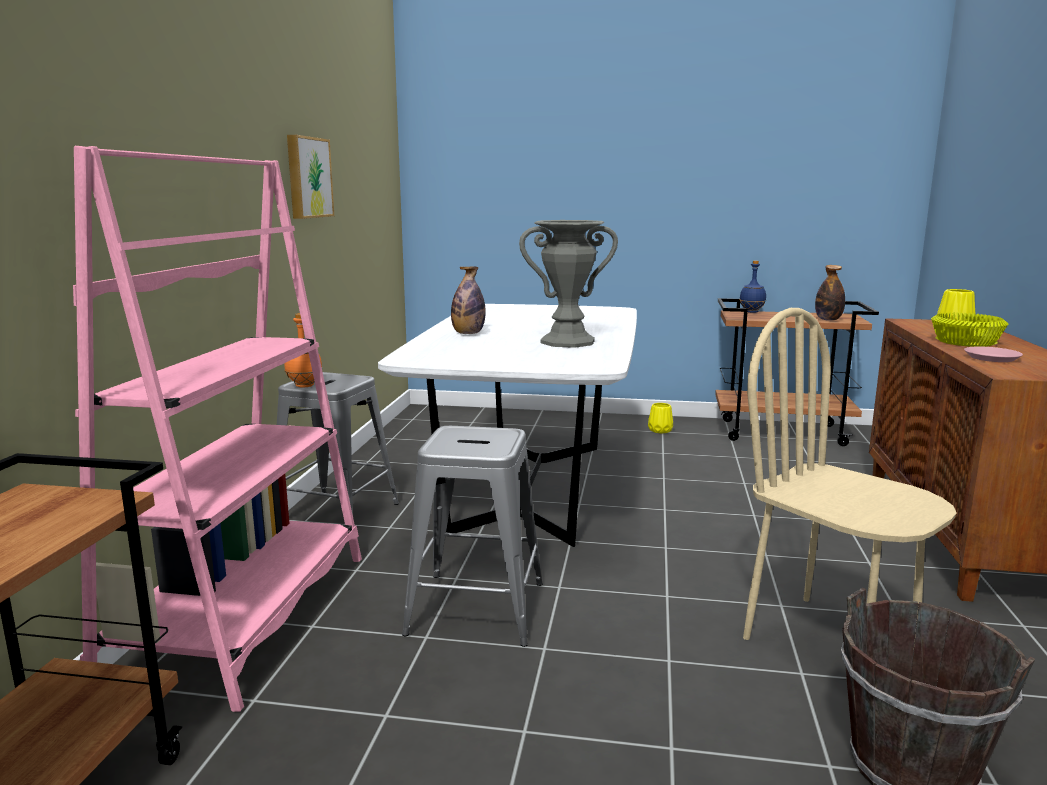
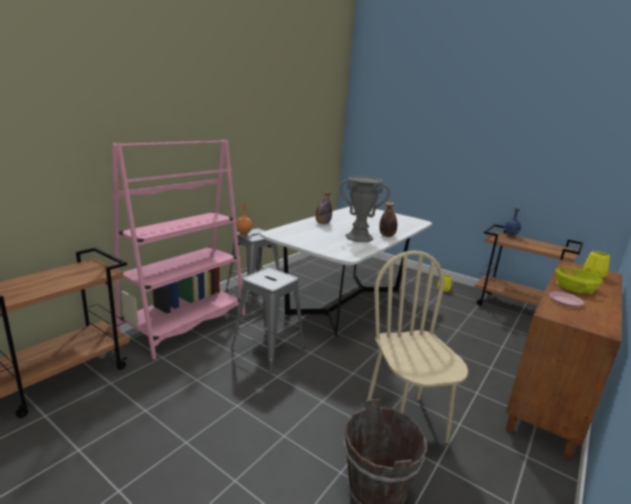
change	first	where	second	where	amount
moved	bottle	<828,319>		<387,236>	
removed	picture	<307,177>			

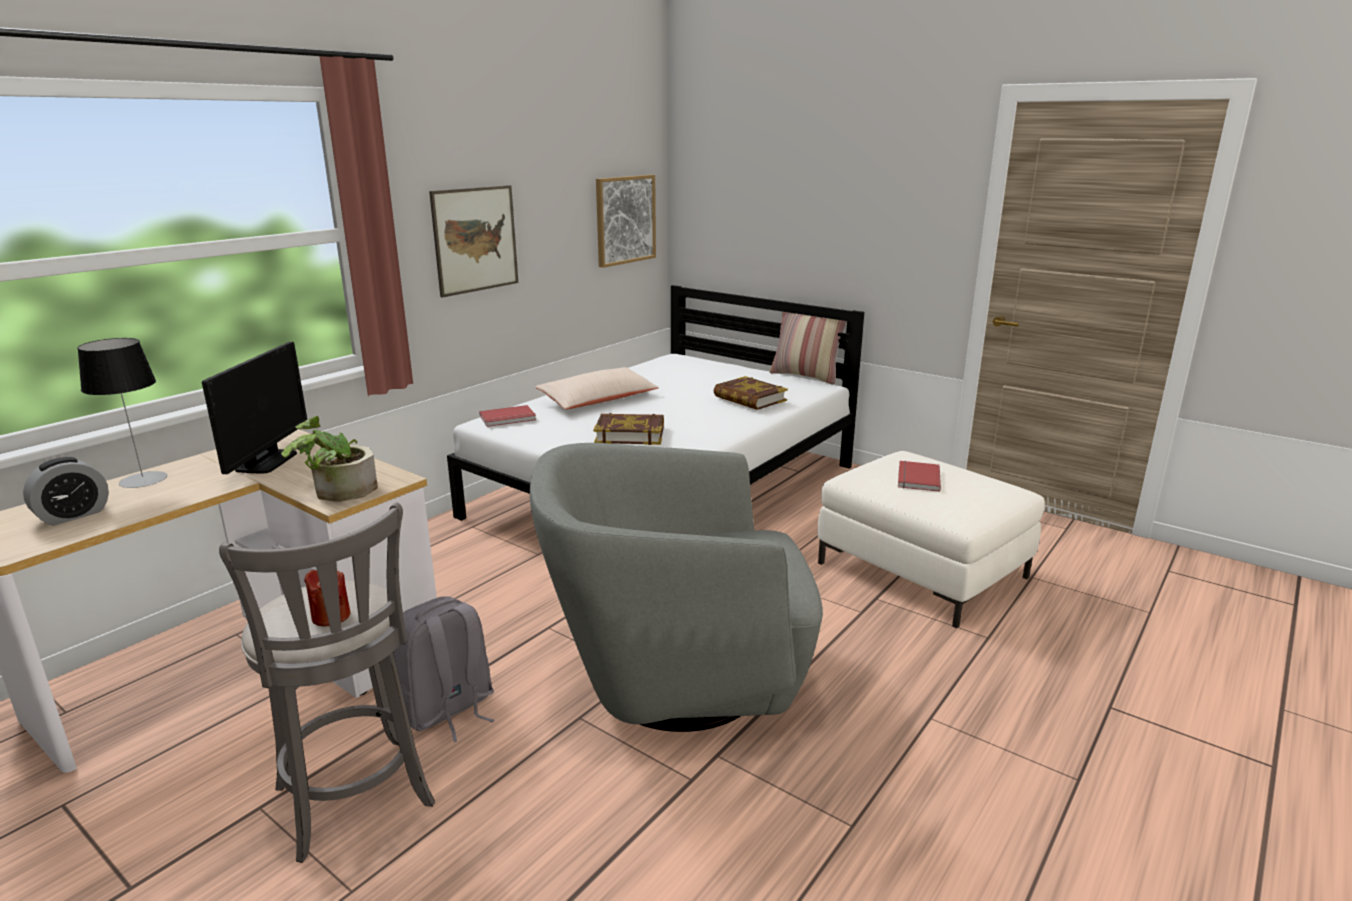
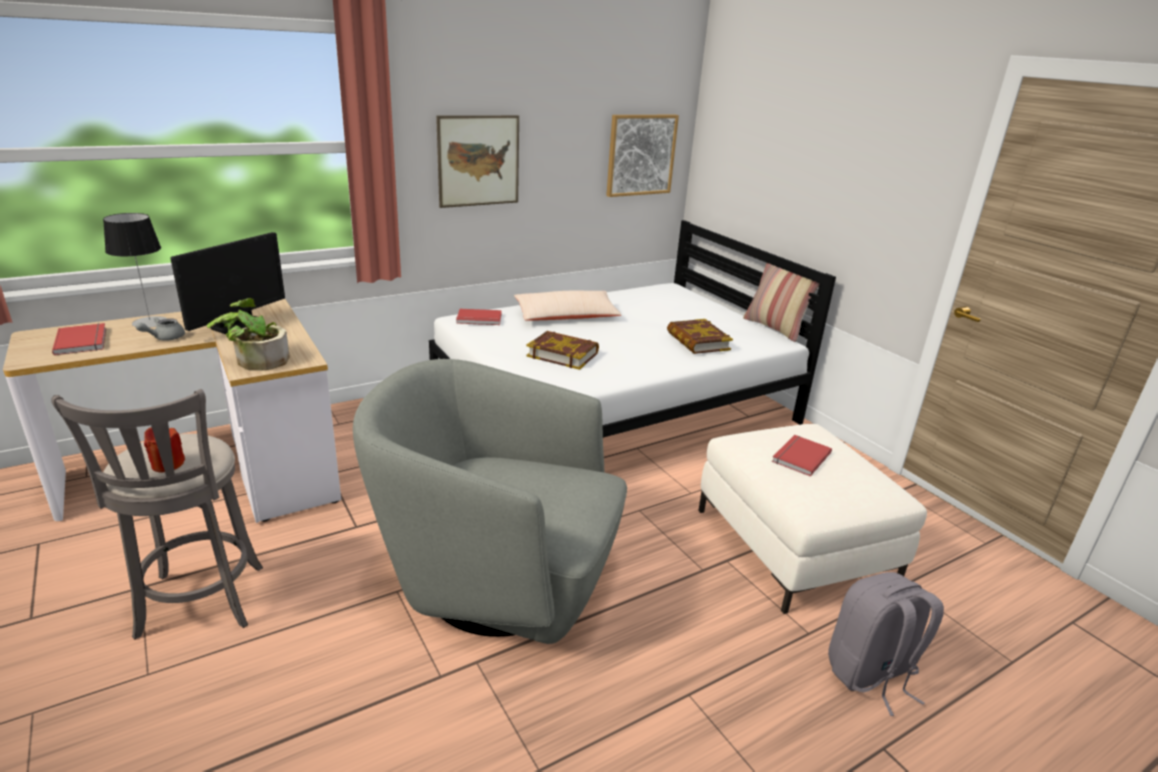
change	first	where	second	where	amount
replaced	alarm clock	<73,515>	book (red)	<83,341>	
added			teapot (grey)	<164,338>	
moved	backpack (grey)	<448,710>		<870,674>	

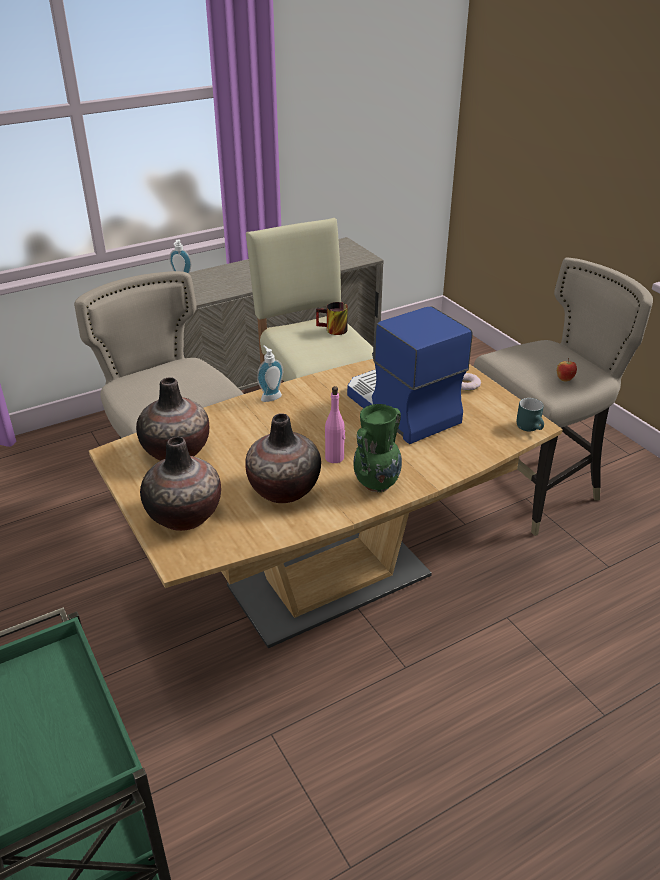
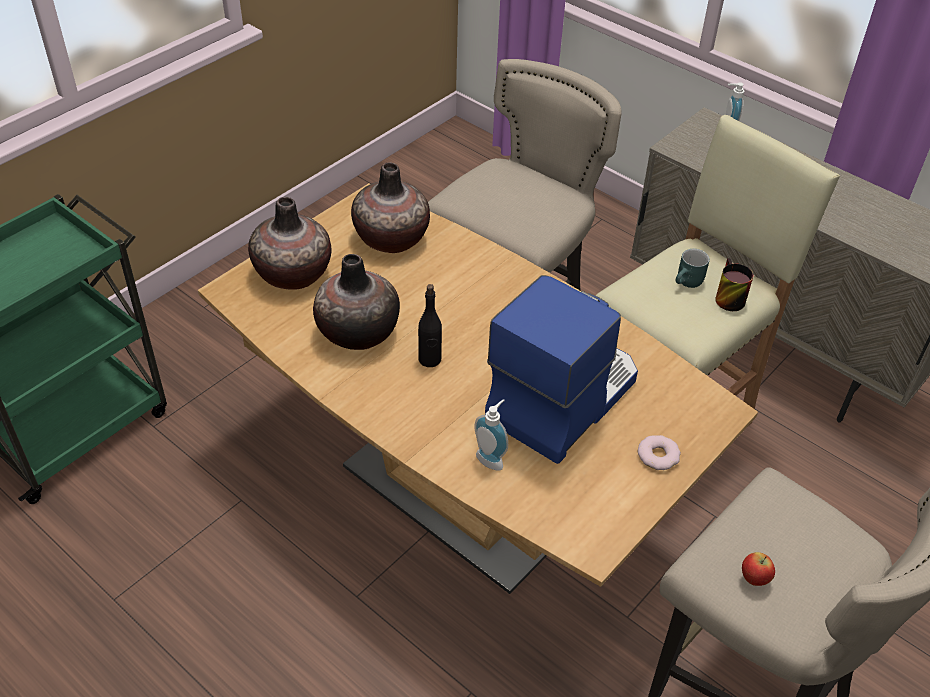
change	first	where	second	where	amount
recoloured	bottle (pink)	<335,458>	bottle (black)	<430,359>	
moved	soap dispenser	<270,396>		<492,458>	
moved	mug (turquoise)	<531,427>		<688,283>	
removed	vase (green)	<375,484>			

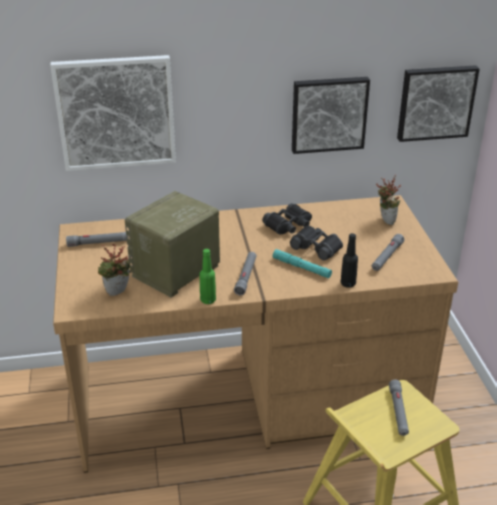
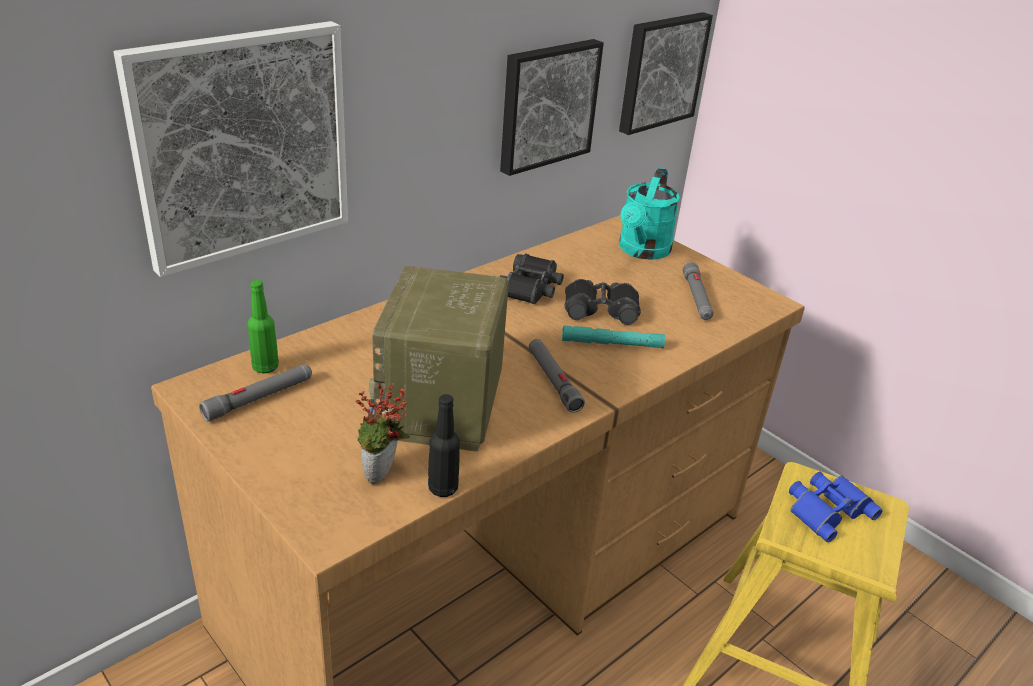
change	first	where	second	where	amount
moved	bottle (green)	<208,300>		<265,367>	
moved	bottle (black)	<348,284>		<442,488>	
replaced	potted plant	<385,221>	watering can (turquoise)	<642,251>	
replaced	flashlight (grey)	<398,412>	binoculars (blue)	<827,509>	

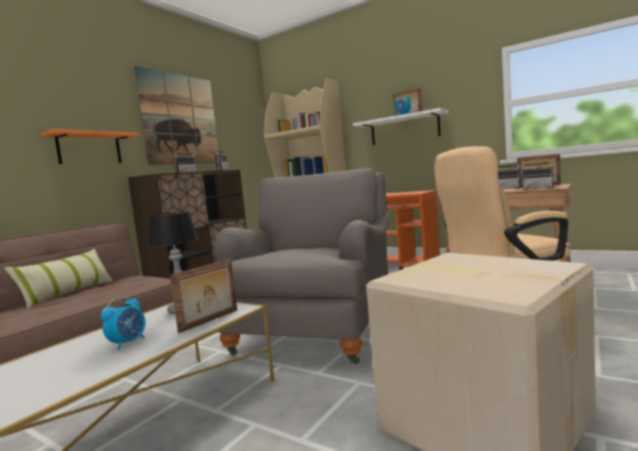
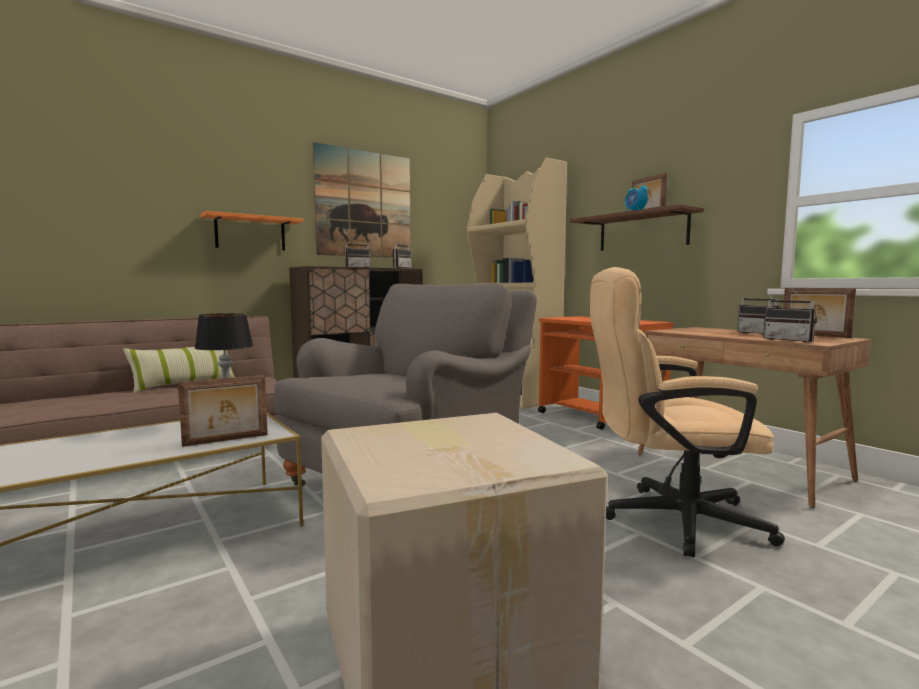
change	first	where	second	where	amount
recoloured	shelf (white)	<404,129>	shelf (brown)	<642,231>	
removed	alarm clock	<128,343>			

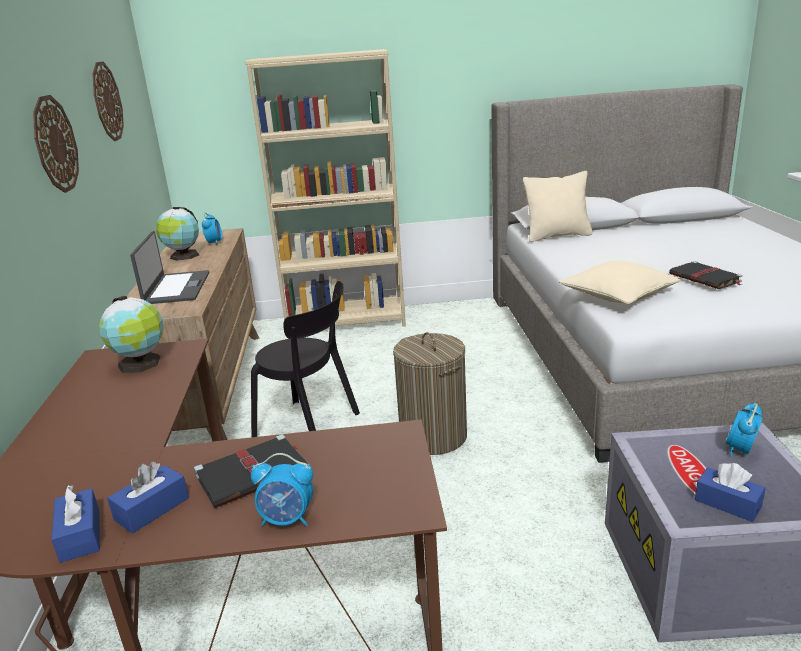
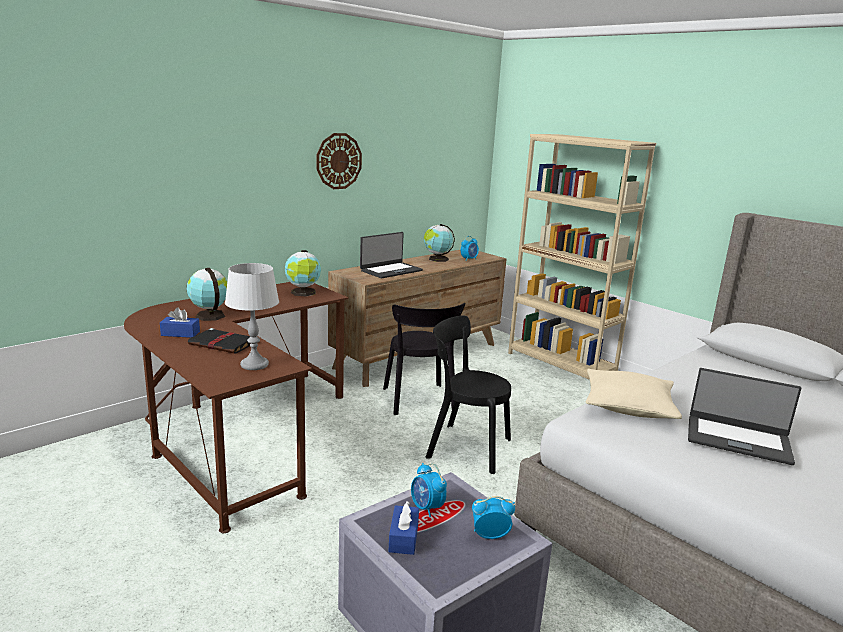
change	first	where	second	where	amount
added			globe	<209,315>	
added			table lamp (grey)	<255,365>	
moved	alarm clock	<287,519>		<427,508>	
replaced	laundry basket	<433,436>	chair (black)	<464,447>	
replaced	book (black)	<706,278>	laptop	<738,439>	
removed	tissue box (blue)	<80,535>			
removed	wall clock	<107,101>			
removed	pillow (beige)	<557,236>			

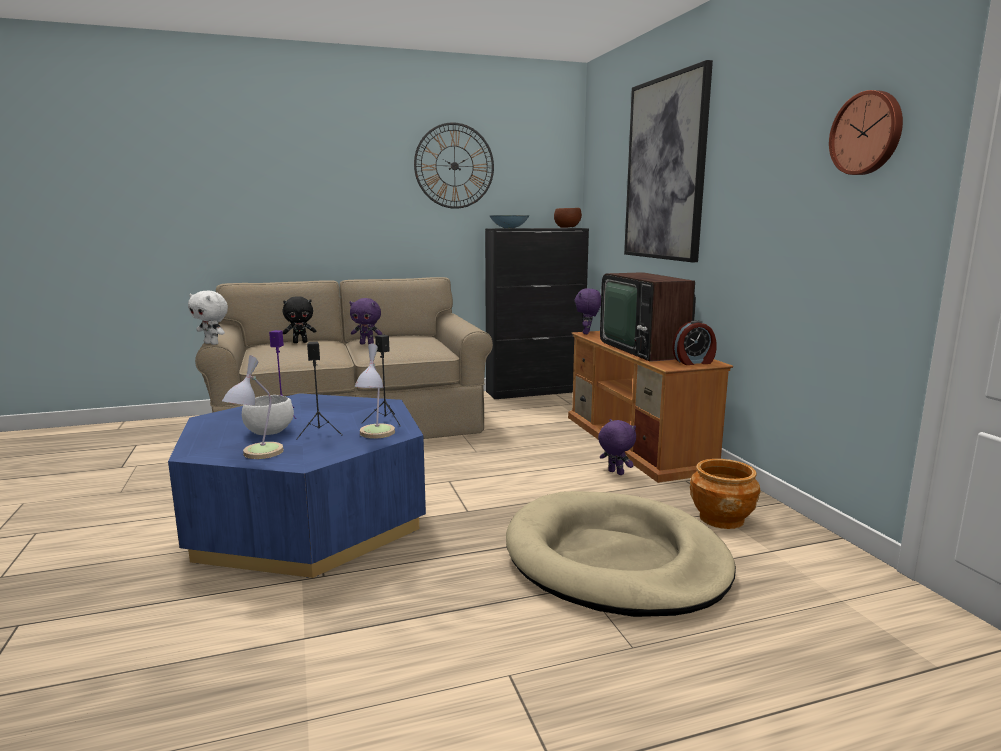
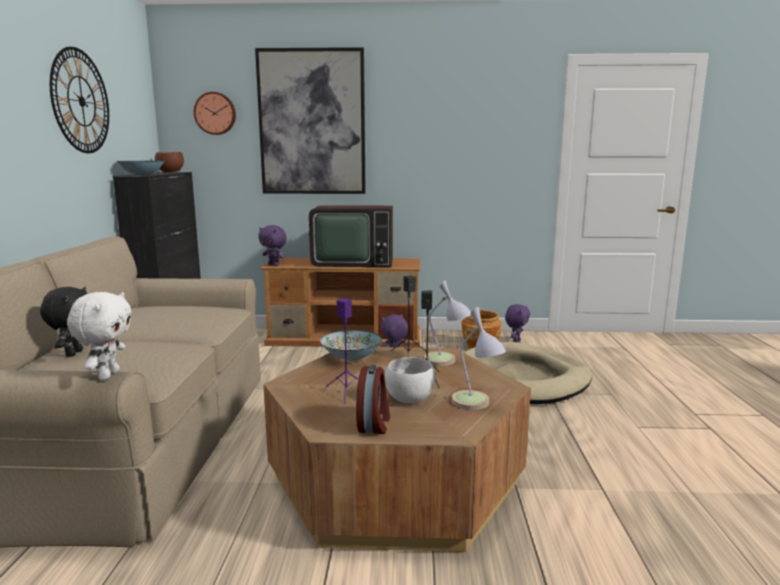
change	first	where	second	where	amount
turned	plush toy (white)	<212,343>		<107,375>	45 degrees counterclockwise
moved	wall clock	<867,133>		<215,113>	
recoloured	coffee table (blue)	<309,518>	coffee table (brown)	<395,479>	
added			bowl	<351,357>	
moved	alarm clock	<694,362>		<374,424>	
moved	plush toy (purple)	<367,344>		<516,342>	

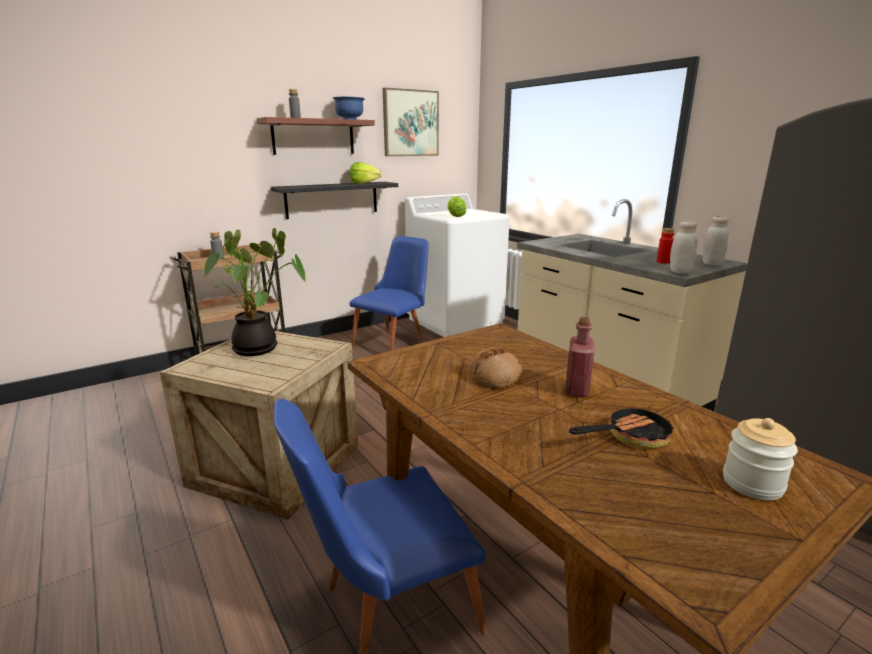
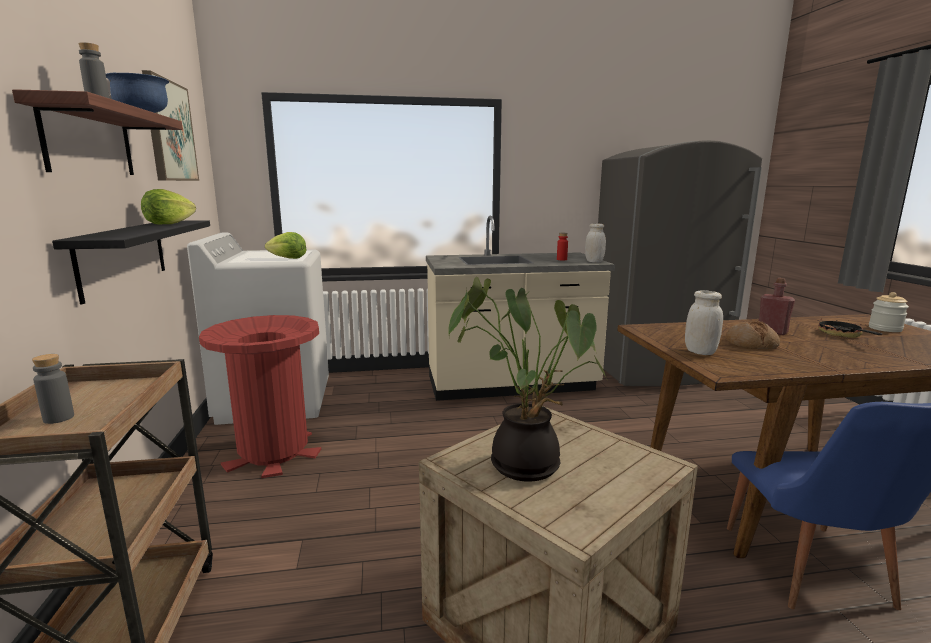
change	first	where	second	where	amount
replaced	chair (blue)	<394,342>	trash can (red)	<274,452>	
moved	jar (white)	<711,263>		<700,352>	

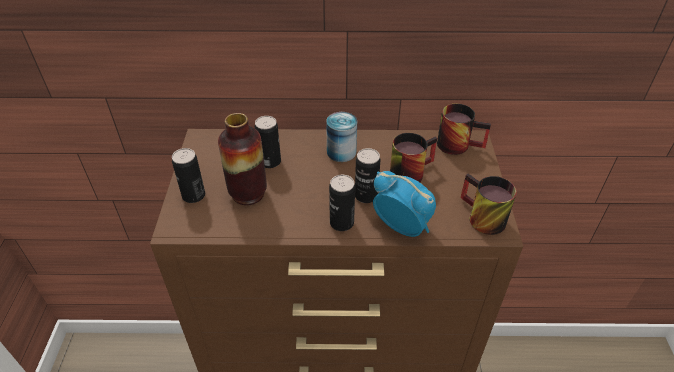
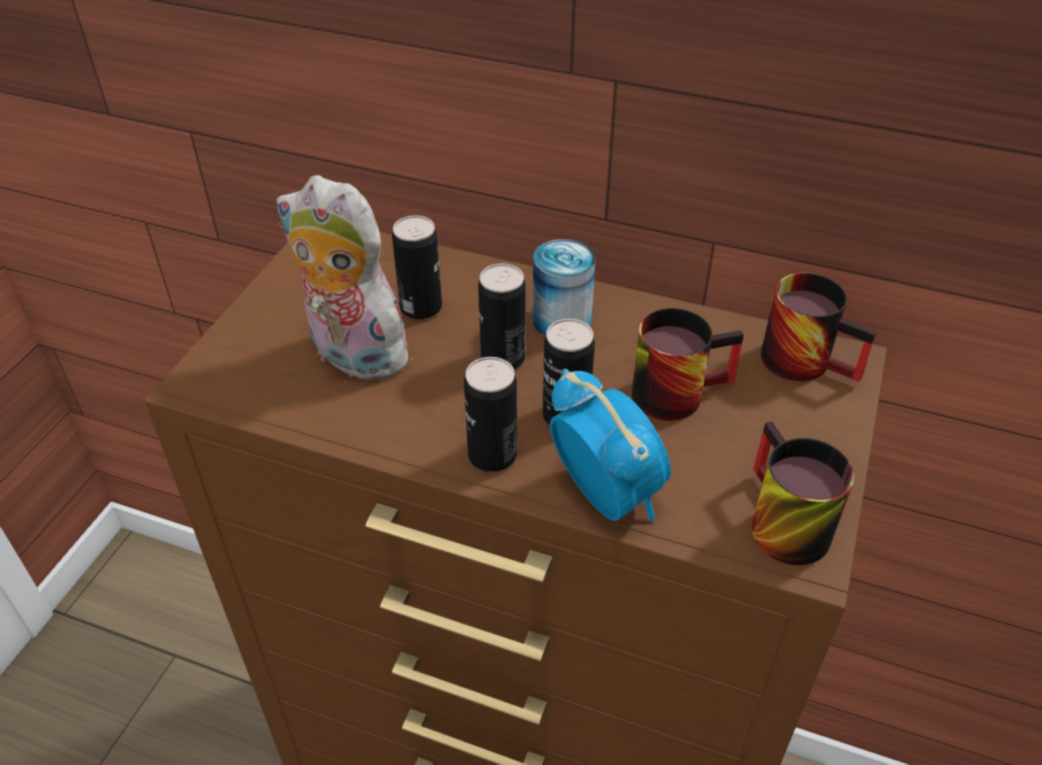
change	first	where	second	where	amount
replaced	vase	<248,193>	plush toy	<352,355>	
moved	can	<194,195>		<503,358>	

